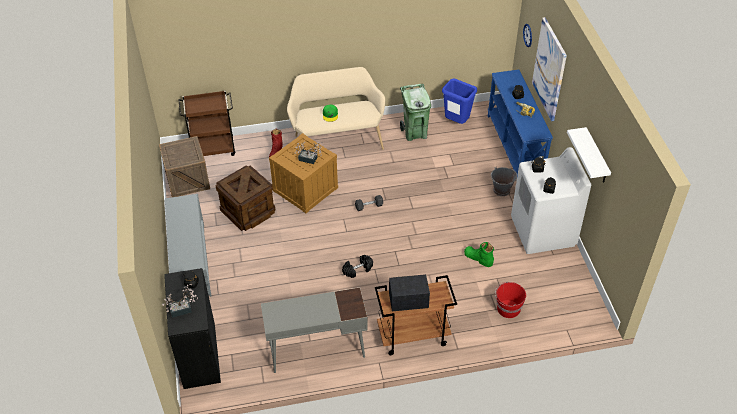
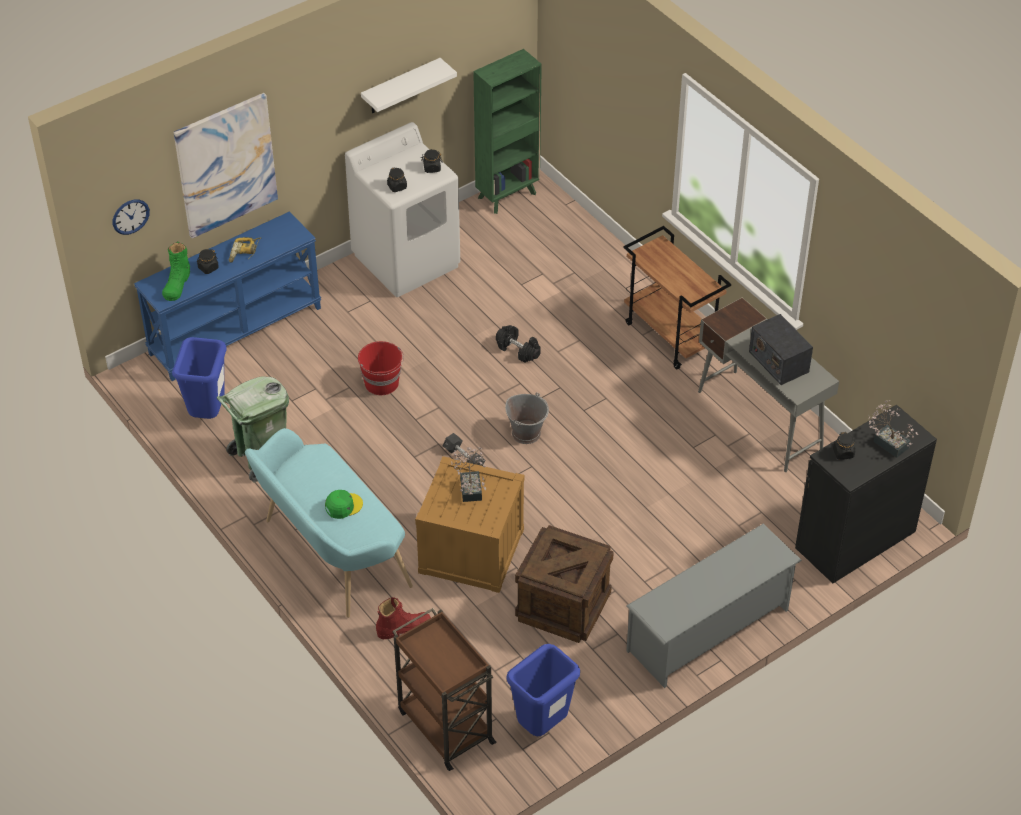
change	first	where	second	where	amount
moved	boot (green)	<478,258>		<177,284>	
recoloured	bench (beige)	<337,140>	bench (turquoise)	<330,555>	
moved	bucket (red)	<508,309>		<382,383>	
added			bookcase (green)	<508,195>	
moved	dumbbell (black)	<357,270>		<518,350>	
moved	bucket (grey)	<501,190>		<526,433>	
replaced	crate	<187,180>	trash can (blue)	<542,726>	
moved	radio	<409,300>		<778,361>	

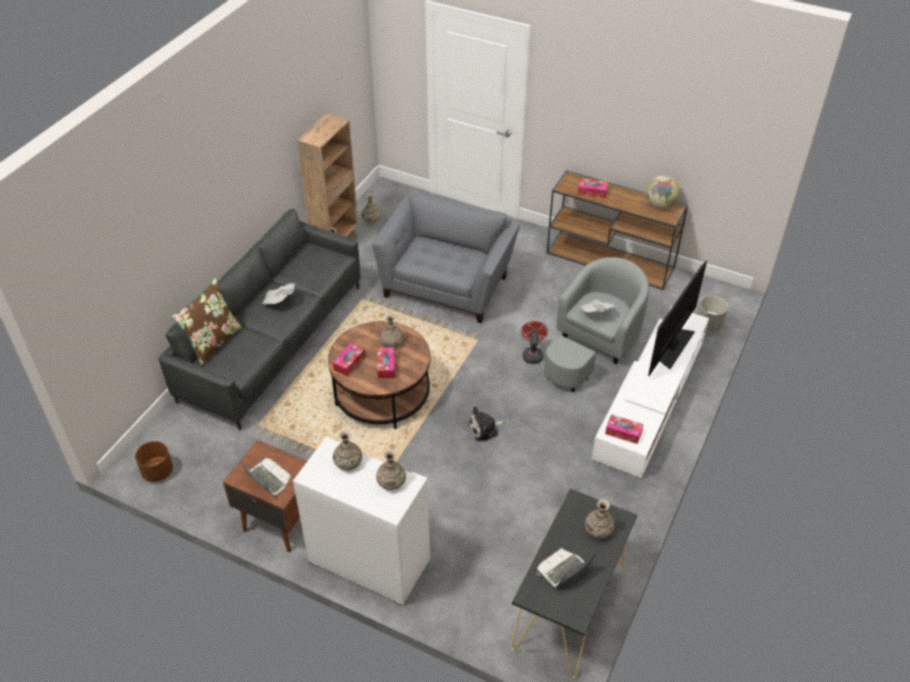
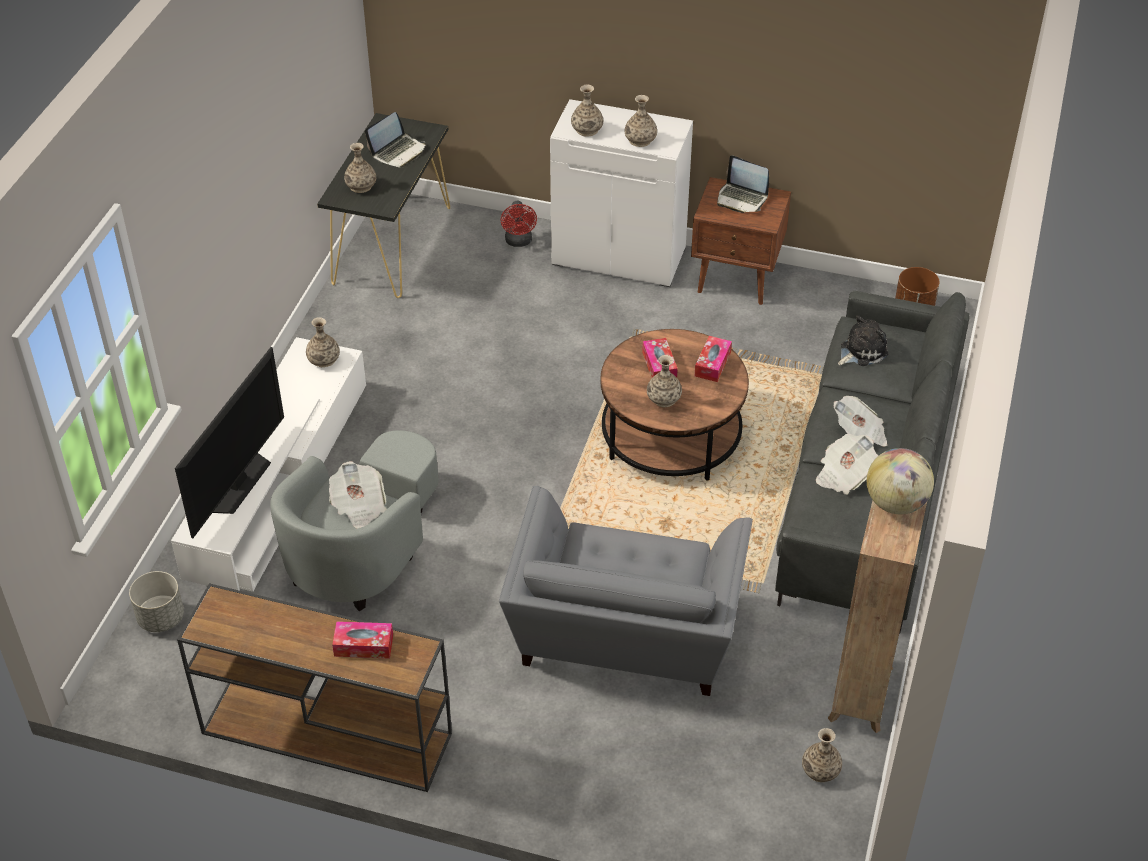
change	first	where	second	where	amount
replaced	tissue box	<623,432>	vase	<324,359>	
moved	fan (red)	<532,354>		<519,242>	
added			newspaper	<844,475>	
moved	plush toy	<485,429>		<861,351>	
moved	globe	<660,205>		<896,503>	
removed	pillow (brown)	<213,342>			

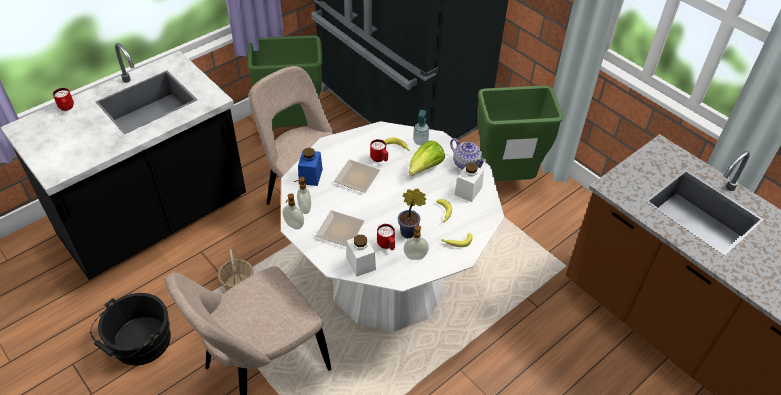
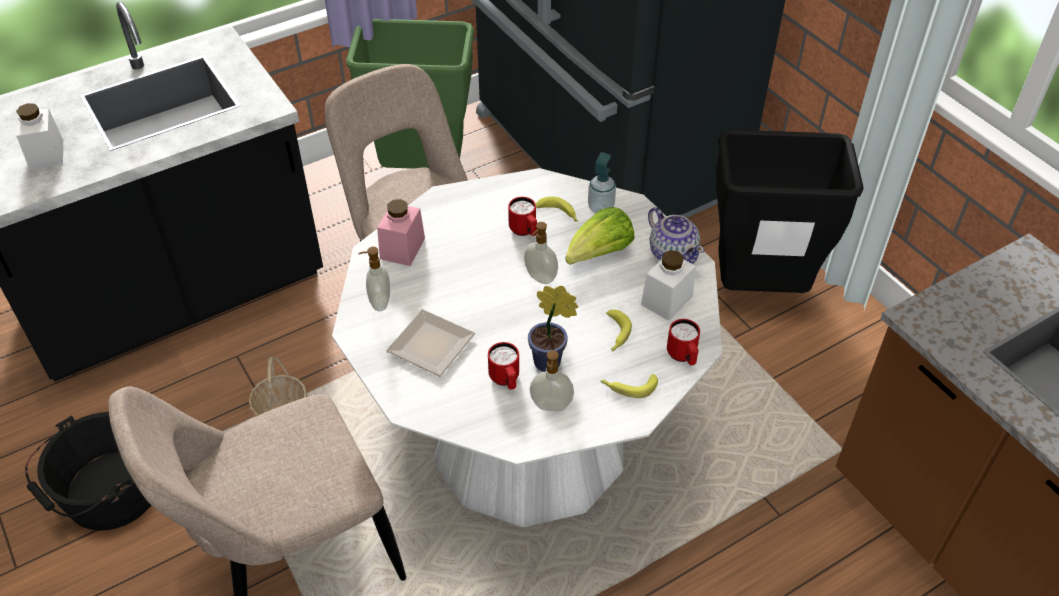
change	first	where	second	where	amount
moved	jar (white)	<360,263>		<46,154>	
recoloured	jar (blue)	<310,176>	jar (pink)	<402,248>	
moved	soap dispenser	<293,225>		<540,278>	
moved	mug (red)	<67,108>		<683,356>	
recoloured	trash can (green)	<504,180>	trash can (black)	<757,290>	
removed	plate	<355,178>			

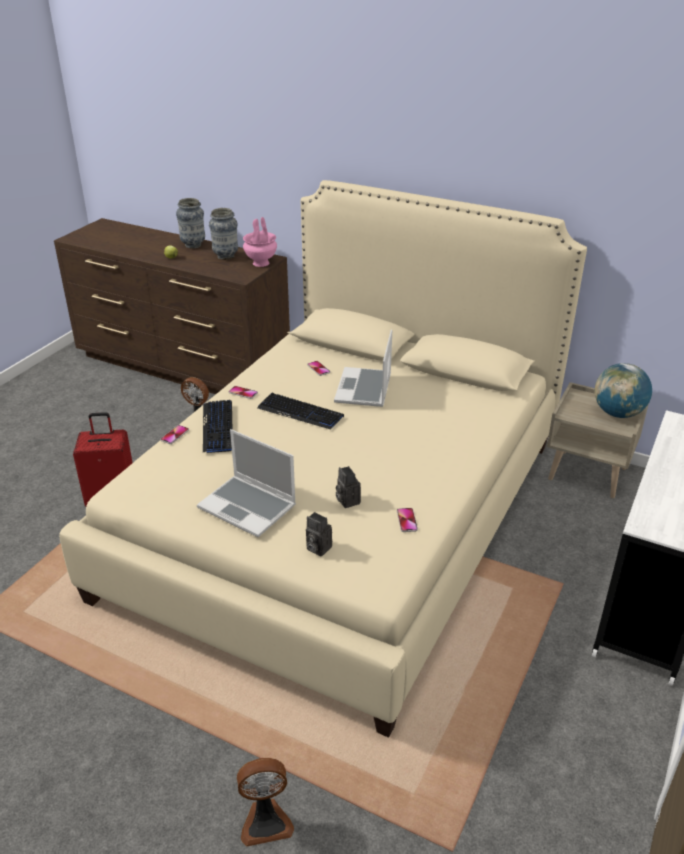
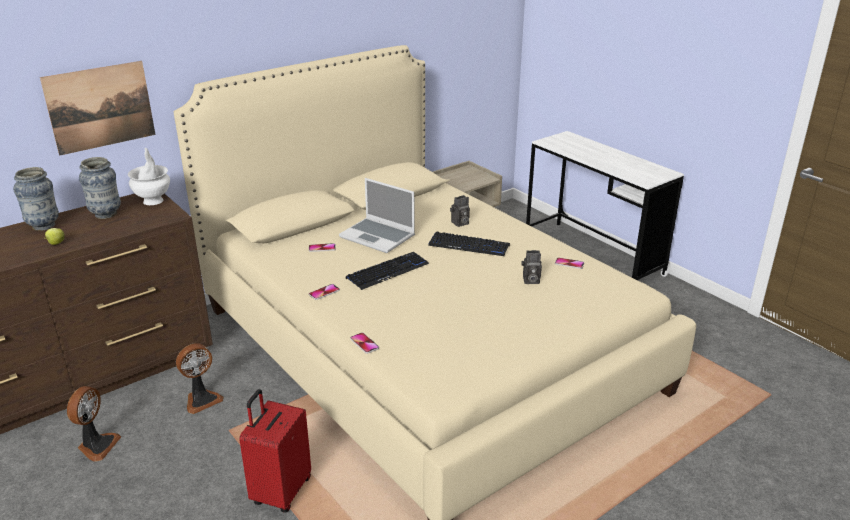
change	first	where	second	where	amount
added			picture	<100,107>	
moved	fan	<266,821>		<97,445>	
recoloured	vase (pink)	<260,263>	vase (white)	<153,201>	
moved	keyboard	<218,427>		<469,245>	
moved	photo camera	<317,548>		<459,223>	
removed	laptop	<249,507>			
removed	globe	<617,413>			

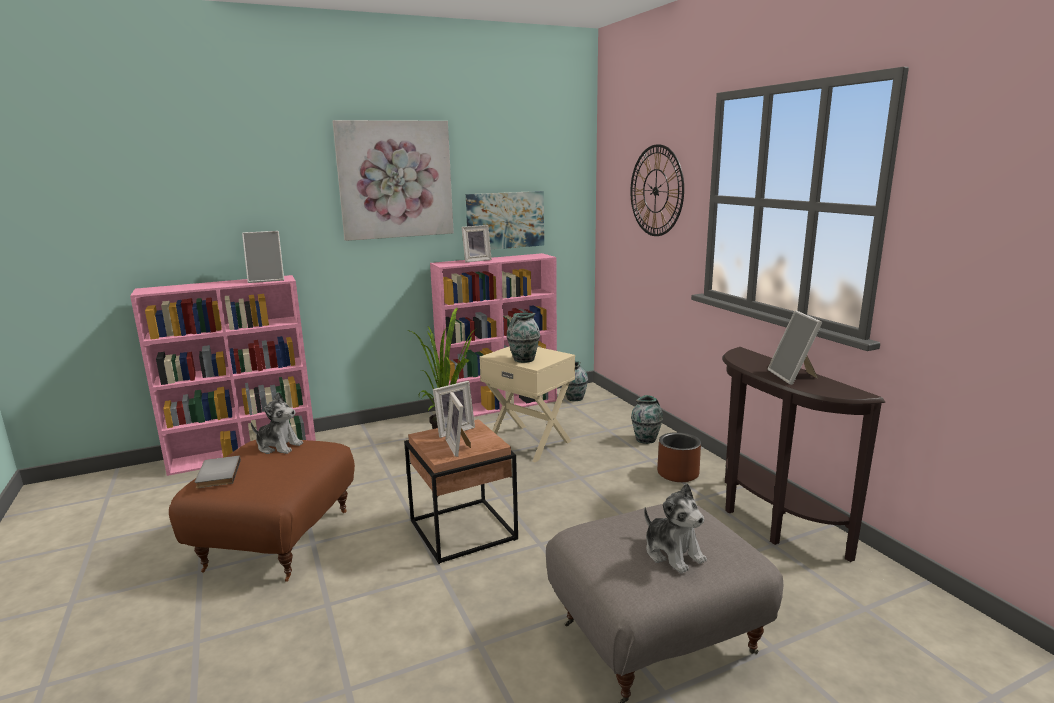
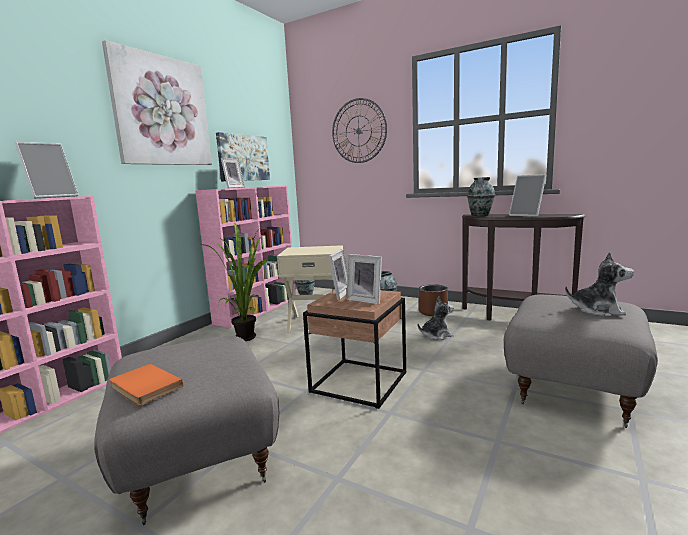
change	first	where	second	where	amount
recoloured	ottoman (brown)	<276,539>	ottoman (grey)	<196,456>	
recoloured	book (grey)	<216,474>	book (orange)	<143,387>	
moved	plush toy	<278,446>		<436,335>	
moved	vase	<523,360>		<480,215>	

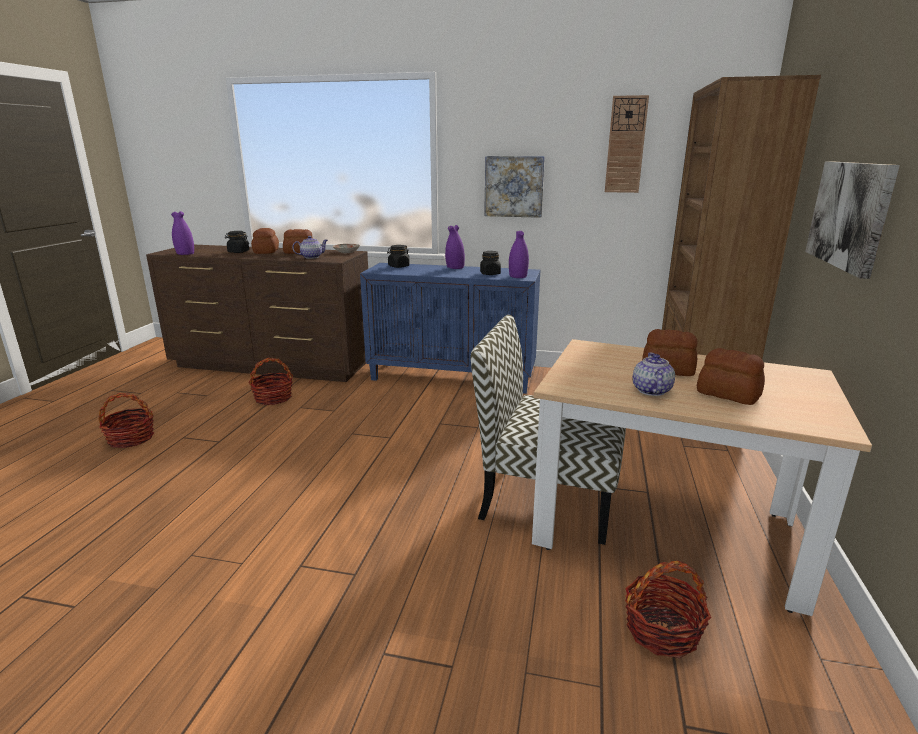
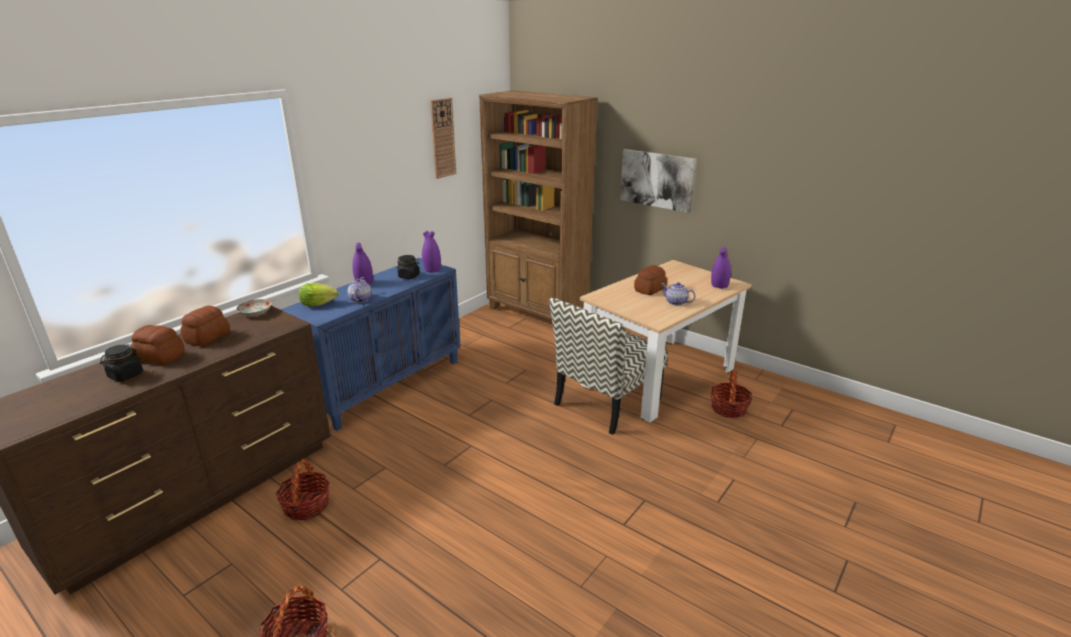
change	first	where	second	where	amount
replaced	jar (black)	<398,266>	lettuce	<318,304>	
moved	teapot	<311,257>		<360,299>	
moved	vase (purple)	<185,253>		<719,286>	
removed	picture	<514,186>			
removed	bread	<728,394>			

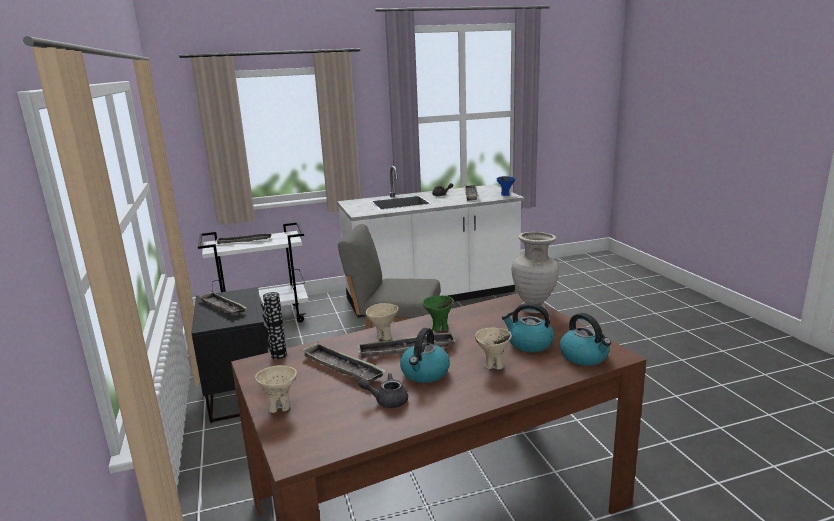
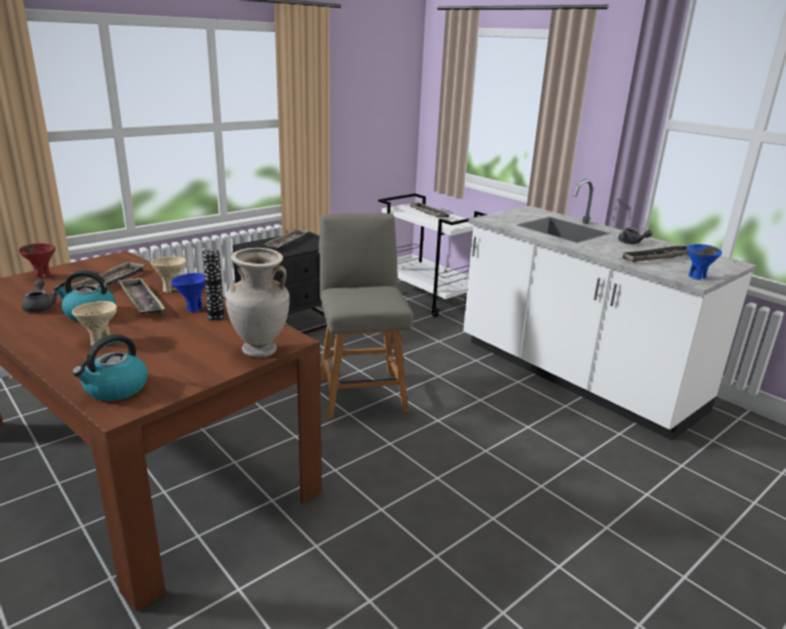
change	first	where	second	where	amount
recoloured	bowl (beige)	<279,407>	bowl (red)	<42,275>	
recoloured	bowl (green)	<439,328>	bowl (blue)	<193,309>	
moved	vase	<279,355>		<216,317>	
removed	kettle	<529,344>			

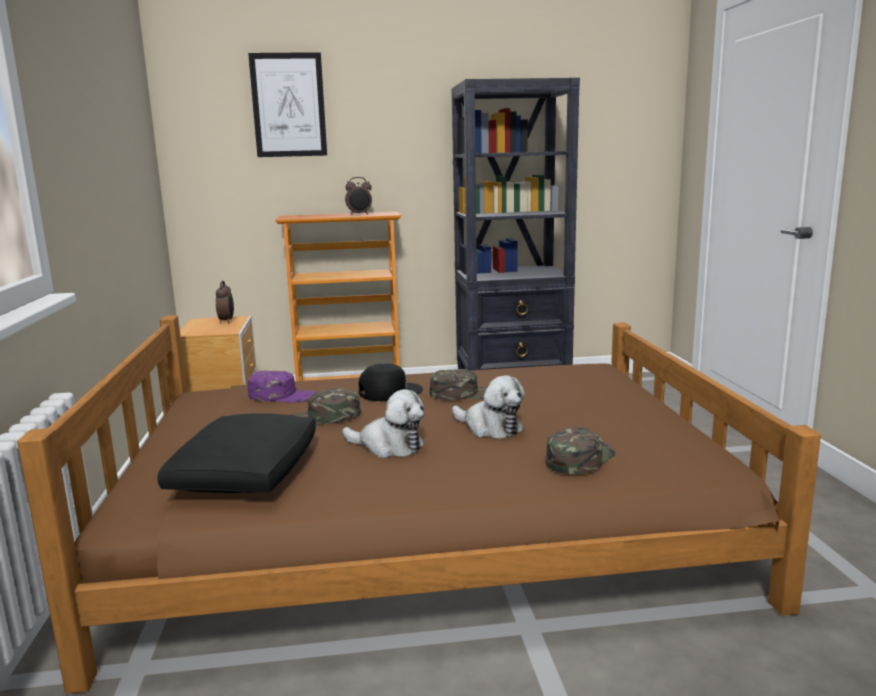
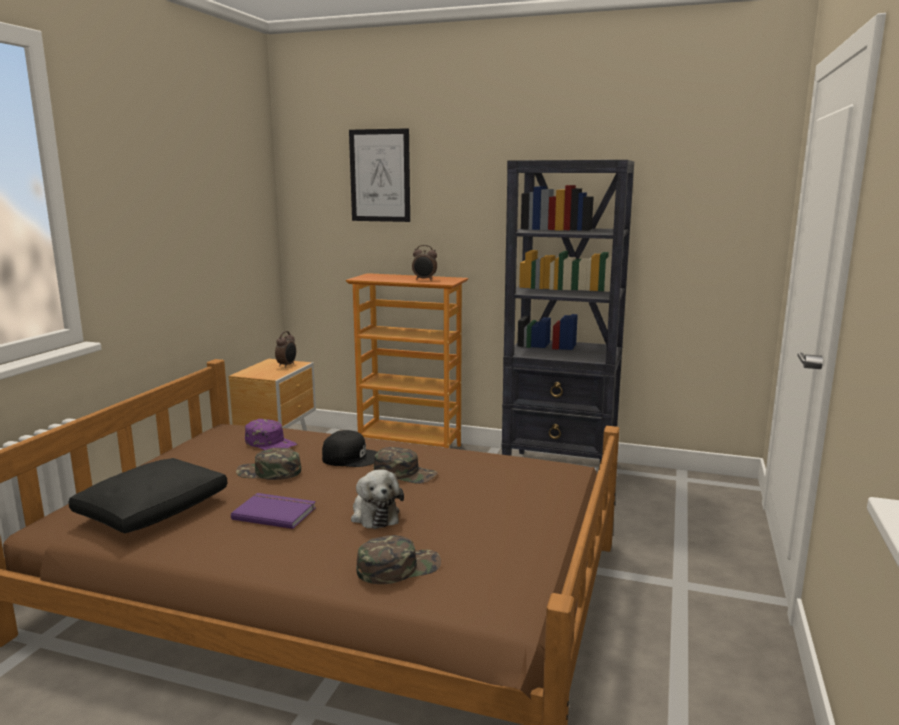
change	first	where	second	where	amount
replaced	plush toy	<389,446>	book (purple)	<275,512>	

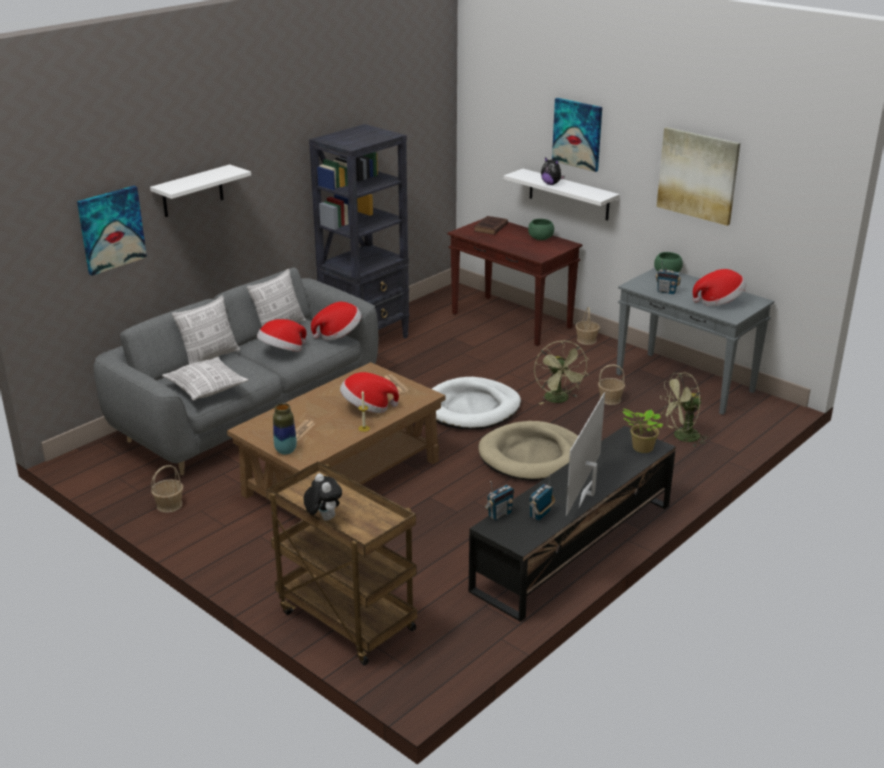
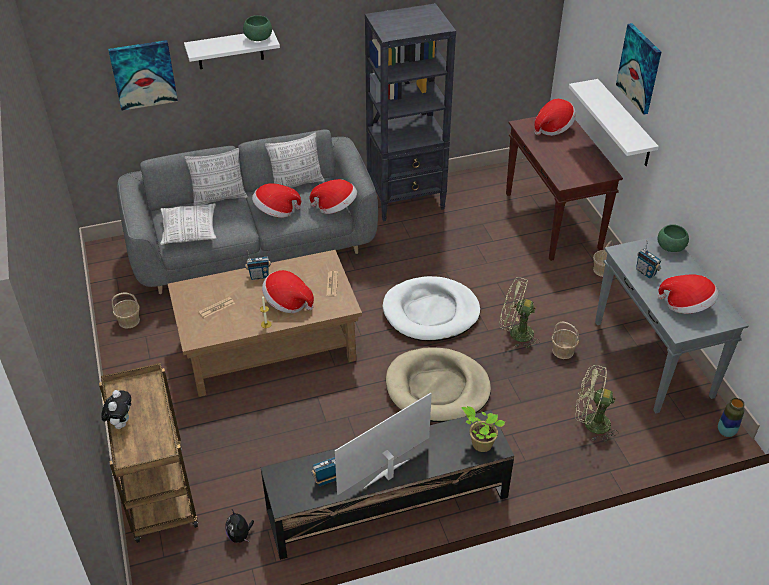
change	first	where	second	where	amount
moved	plush toy	<551,184>		<240,536>	
moved	bowl (green)	<540,238>		<258,38>	
moved	radio	<499,514>		<259,276>	
turned	fan (green)	<559,400>		<515,333>	90 degrees clockwise
replaced	book (brown)	<490,228>	hat	<553,128>	
moved	vase	<285,451>		<726,432>	
removed	picture	<698,175>			

